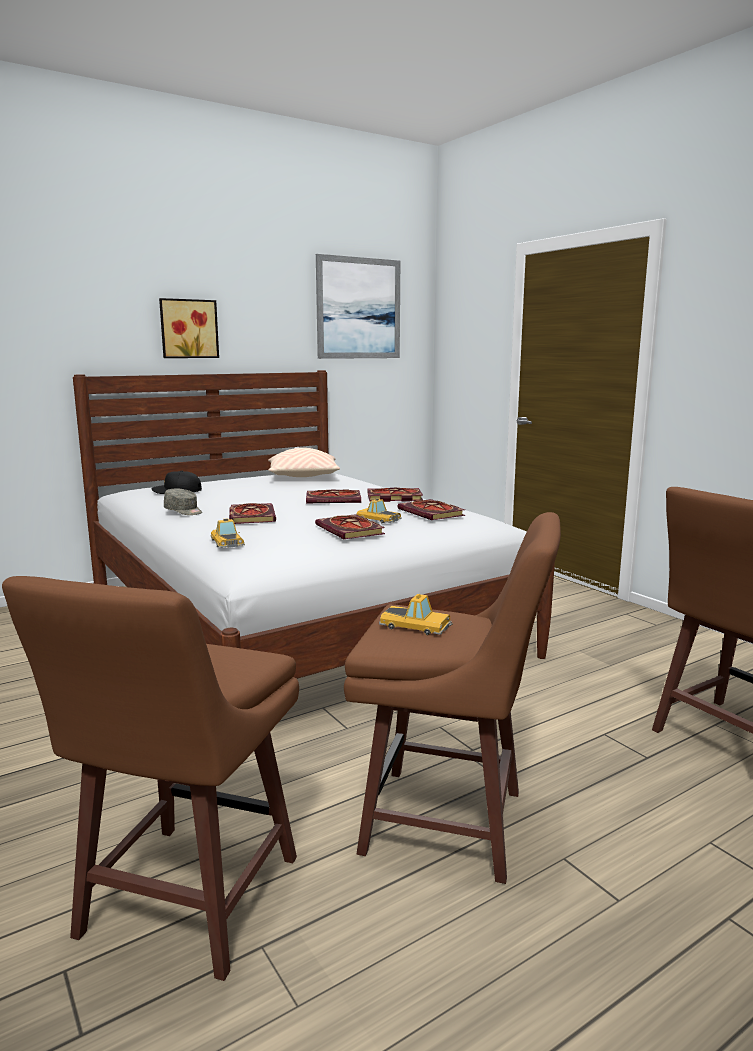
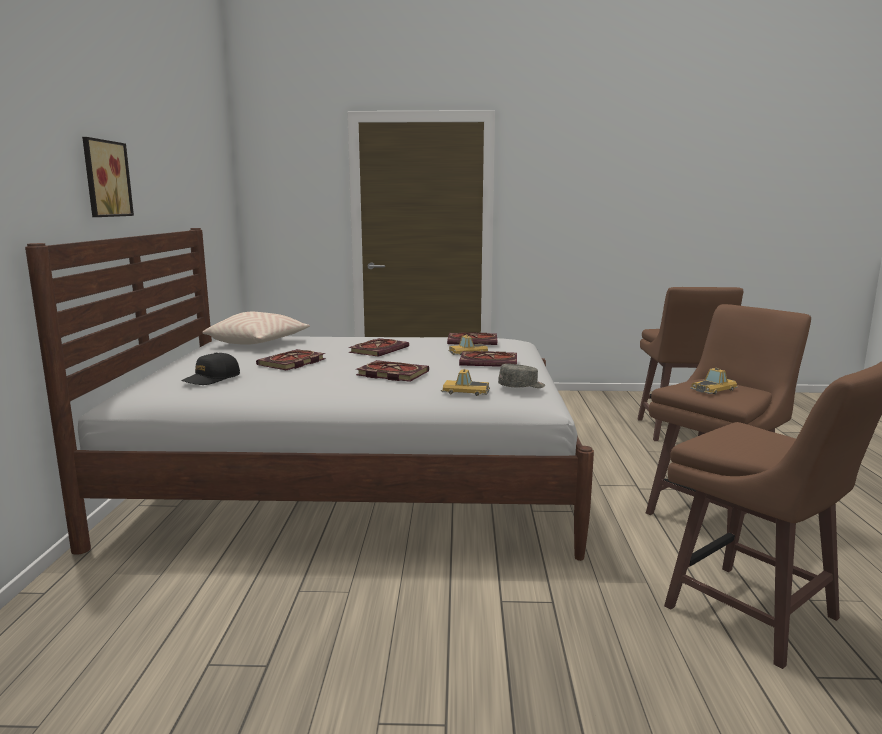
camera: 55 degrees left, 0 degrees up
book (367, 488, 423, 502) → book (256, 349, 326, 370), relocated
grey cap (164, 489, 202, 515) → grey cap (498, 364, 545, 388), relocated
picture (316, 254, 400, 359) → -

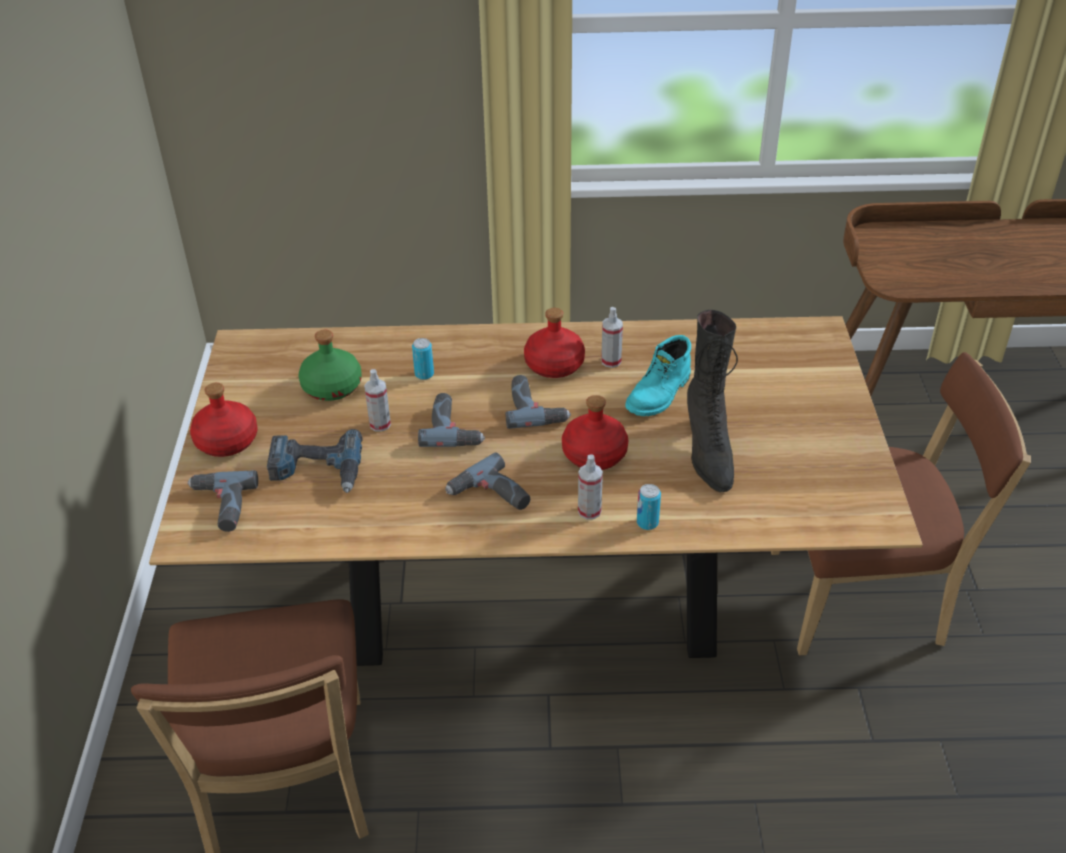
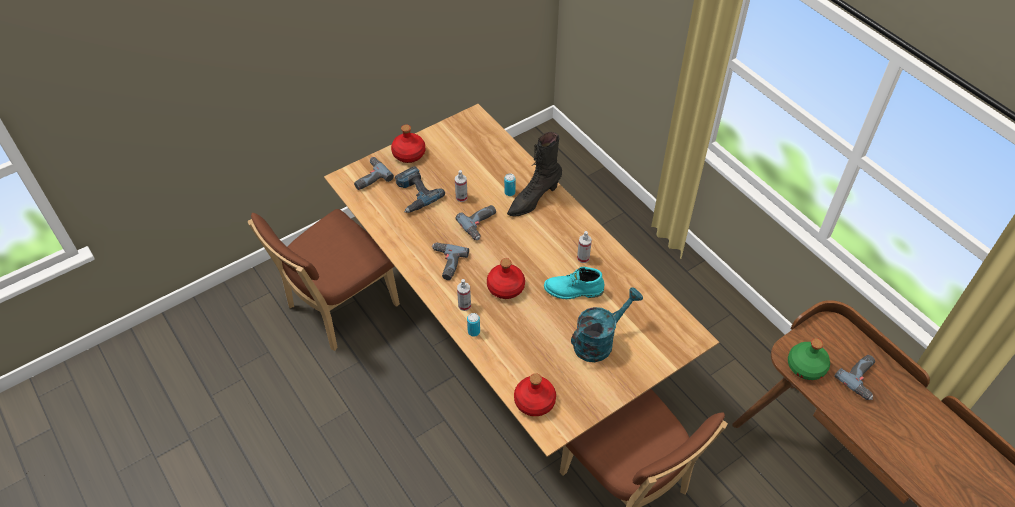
camera: 55 degrees right, 10 degrees up
black boot (687, 310, 738, 493) → black boot (507, 132, 562, 217), relocated
red bottle (524, 308, 585, 378) → red bottle (514, 373, 556, 416), relocated
- → turquoise watering can (571, 287, 643, 362)
green bottle (298, 330, 362, 401) → green bottle (788, 338, 830, 380), relocated
power drill (506, 375, 571, 429) → power drill (835, 355, 875, 400), relocated

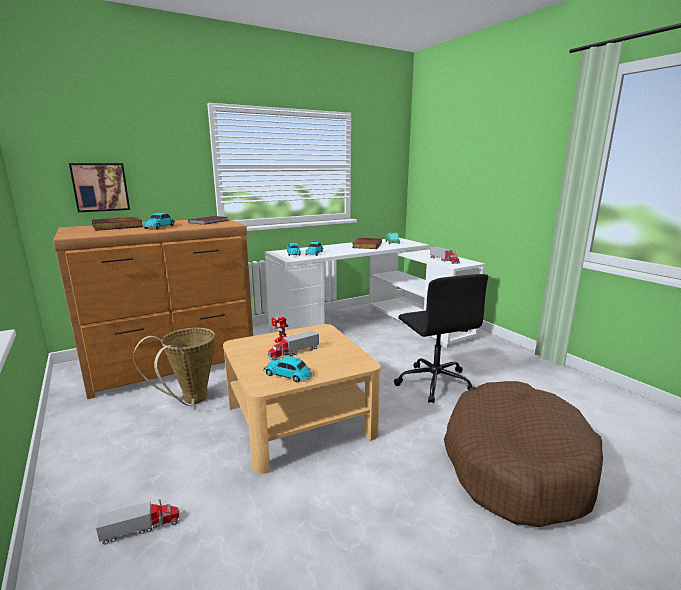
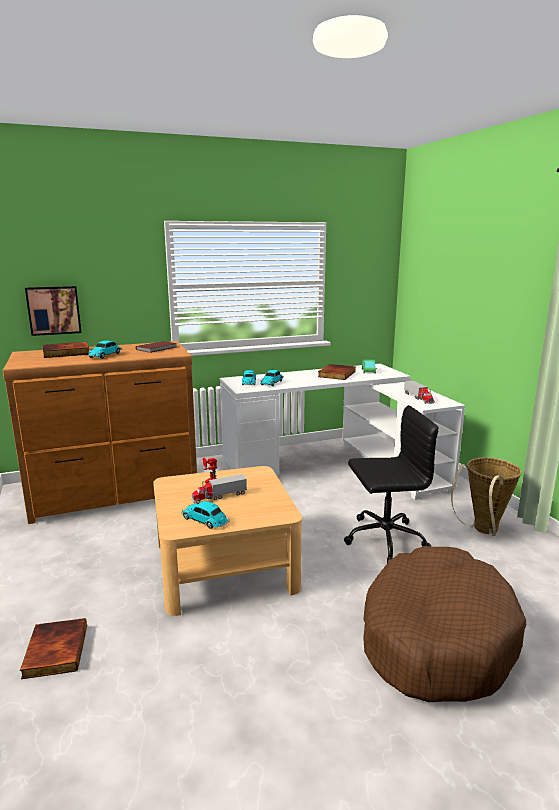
camera: 10 degrees right, 0 degrees up
toy truck (96, 499, 180, 544) → book (20, 618, 87, 679)
black office chair (394, 274, 489, 403) → black office chair (344, 405, 439, 563), 90 degrees counterclockwise
basket (133, 328, 215, 406) → basket (451, 457, 522, 536), relocated

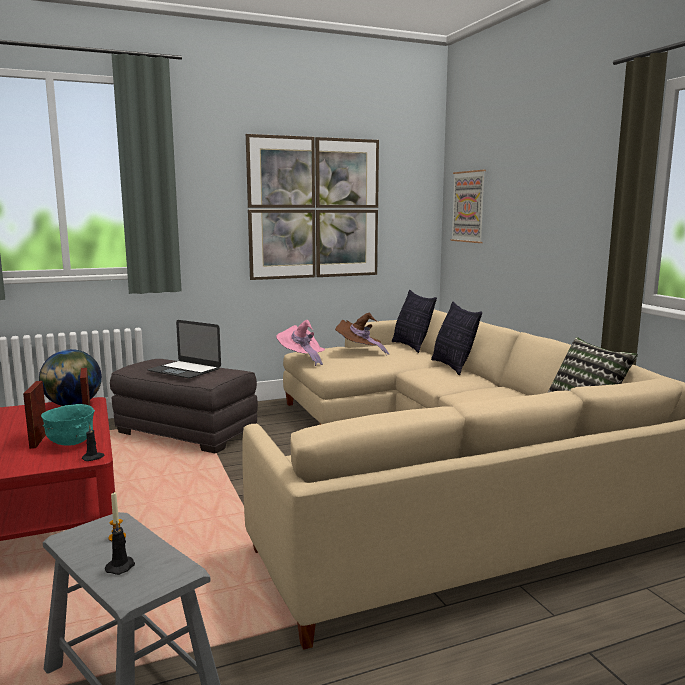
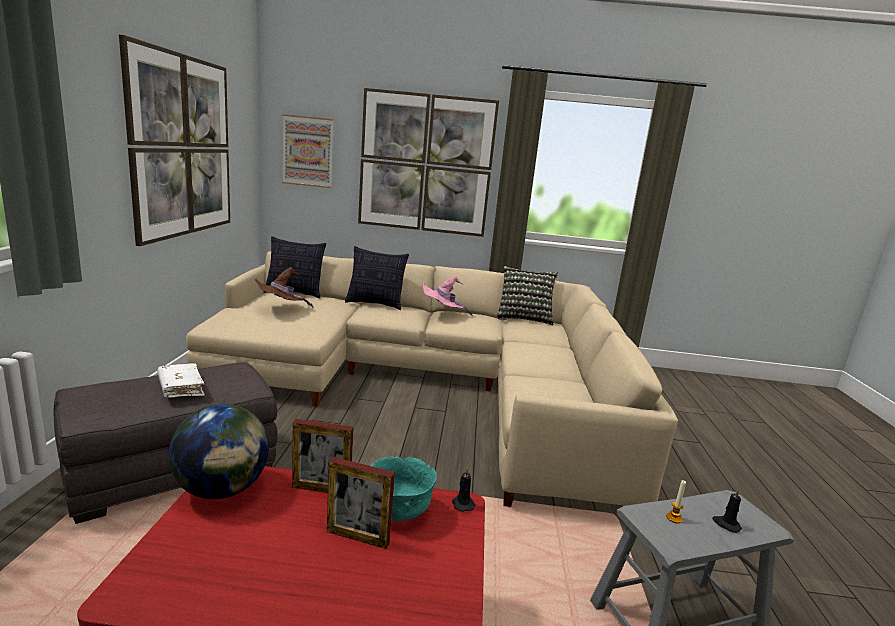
camera: 65 degrees left, 5 degrees up
laptop (147, 320, 221, 378) → white book (157, 363, 205, 397)
- → picture (358, 88, 499, 237)
pink hat (276, 320, 325, 366) → pink hat (422, 276, 473, 317), relocated

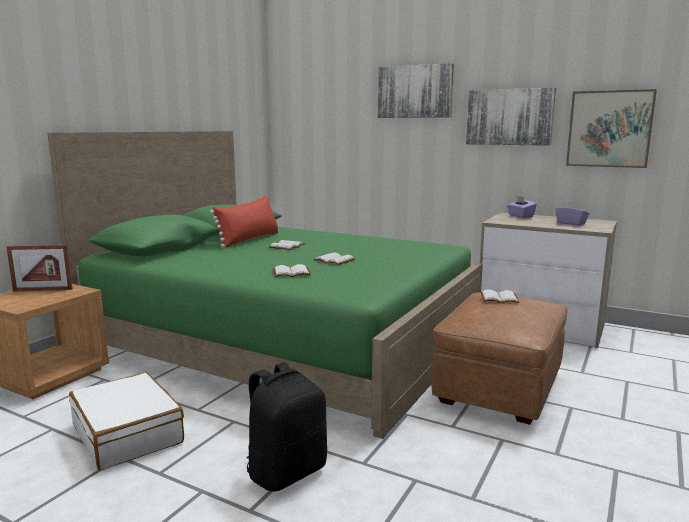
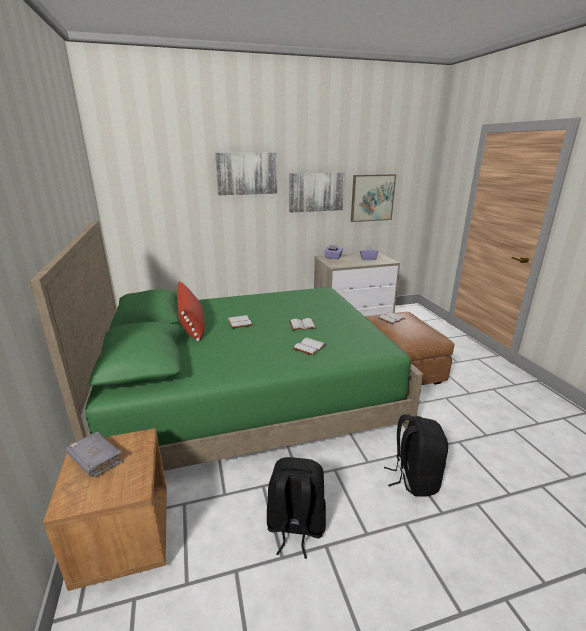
camera: 45 degrees left, 10 degrees up
picture frame (6, 245, 73, 291) → grey book (66, 432, 124, 477)
white suitcase (69, 372, 184, 470) → black backpack (267, 457, 326, 559)

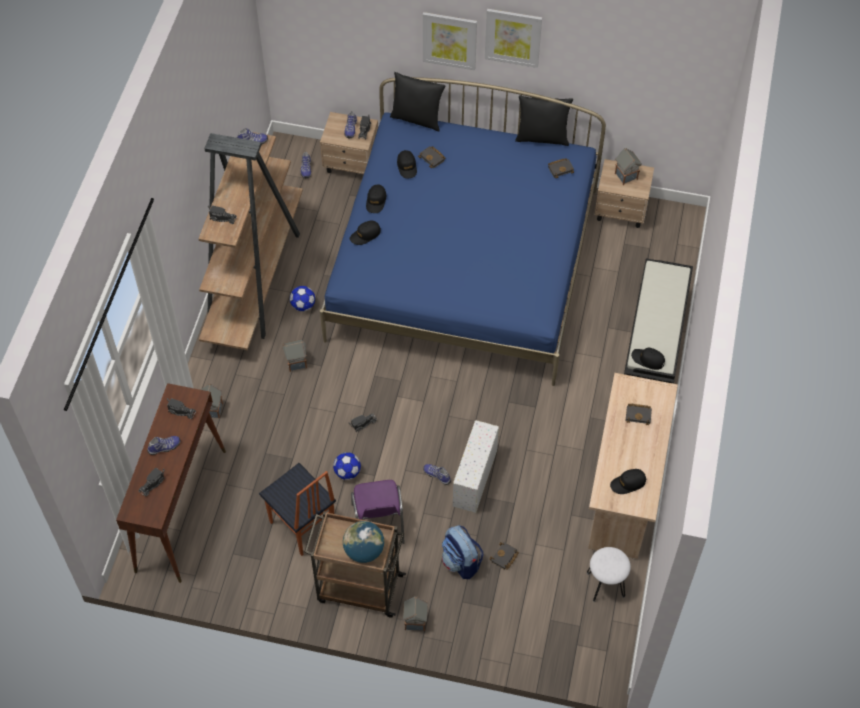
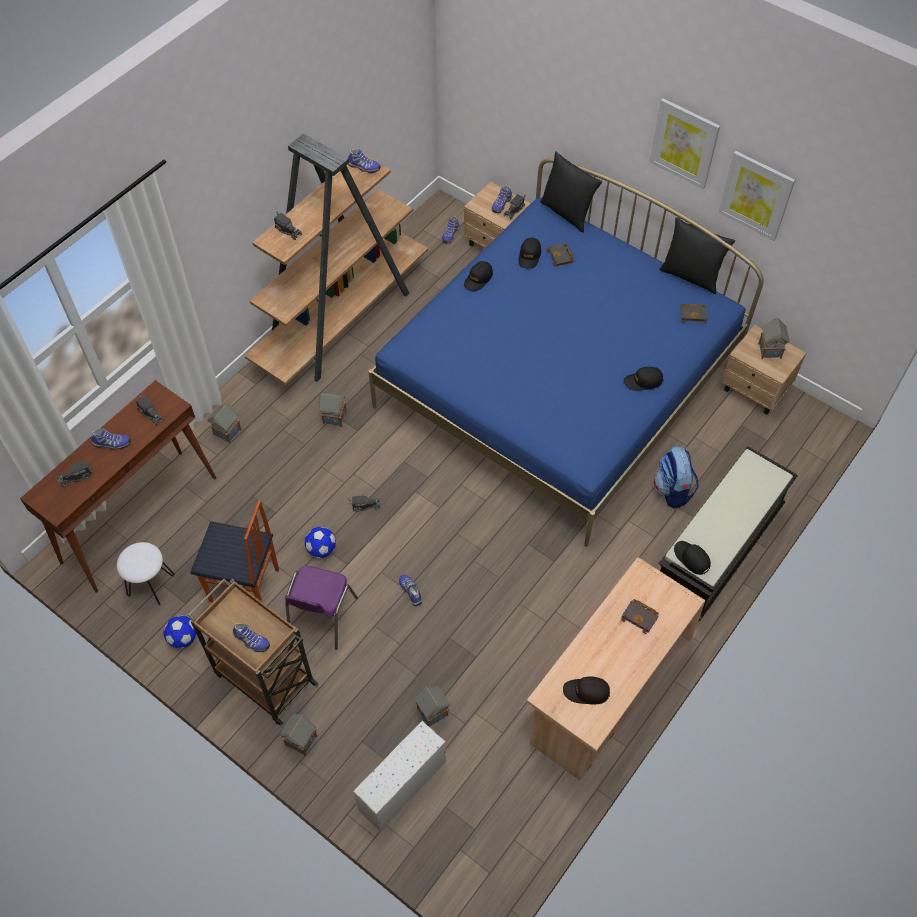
camera: 25 degrees right, 0 degrees up
white stool (587, 547, 631, 602) → white stool (117, 542, 175, 606), relocated
football (290, 286, 315, 311) → football (163, 615, 197, 648), relocated
chair (259, 463, 336, 556) → chair (190, 500, 279, 602), 60 degrees counterclockwise
globe (343, 521, 384, 563) → shoe (233, 623, 270, 652)
white storage box (453, 420, 499, 513) → white storage box (353, 721, 446, 831), relocated
black book (489, 542, 519, 570) → toy house (415, 685, 450, 727)
black cap (350, 220, 381, 245) → black cap (624, 367, 664, 391), relocated
backpack (442, 525, 483, 579) → backpack (654, 446, 699, 509), relocated
picture (423, 12, 477, 70) → picture (718, 151, 795, 241), relocated

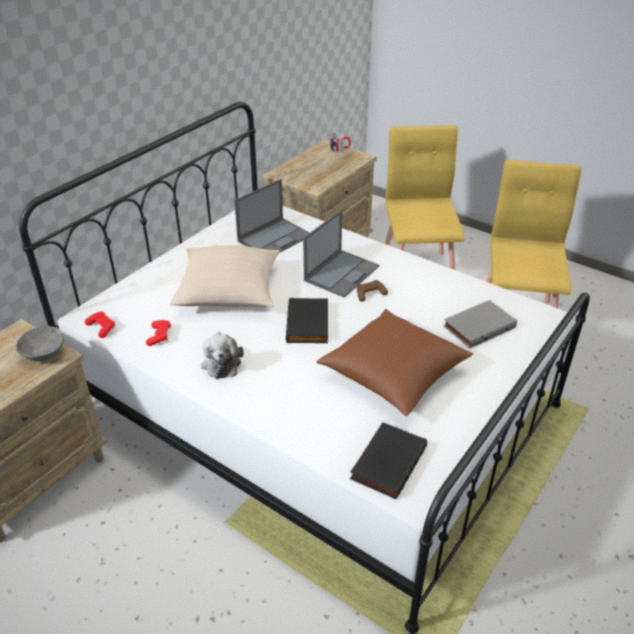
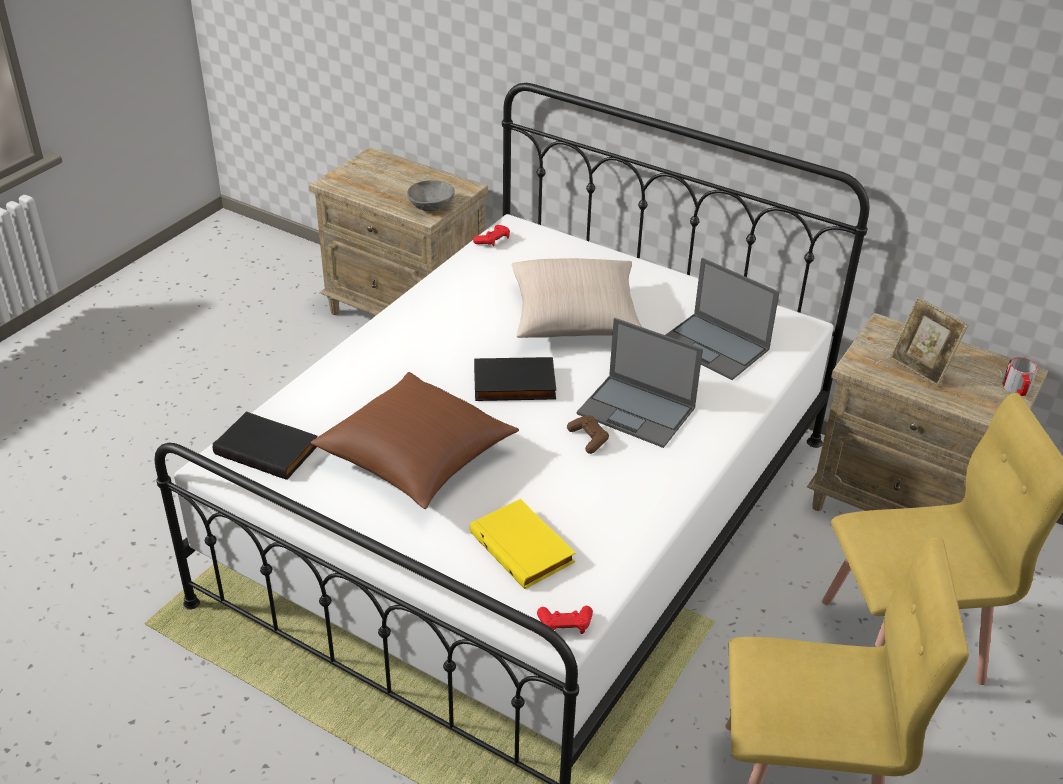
camera: 85 degrees right, 0 degrees up
grey book (443, 300, 517, 348) → yellow book (470, 499, 576, 589)
red game controller (146, 320, 171, 346) → red game controller (537, 606, 593, 634), relocated
- → picture frame (890, 297, 968, 387)
plush toy (201, 332, 244, 379) → -

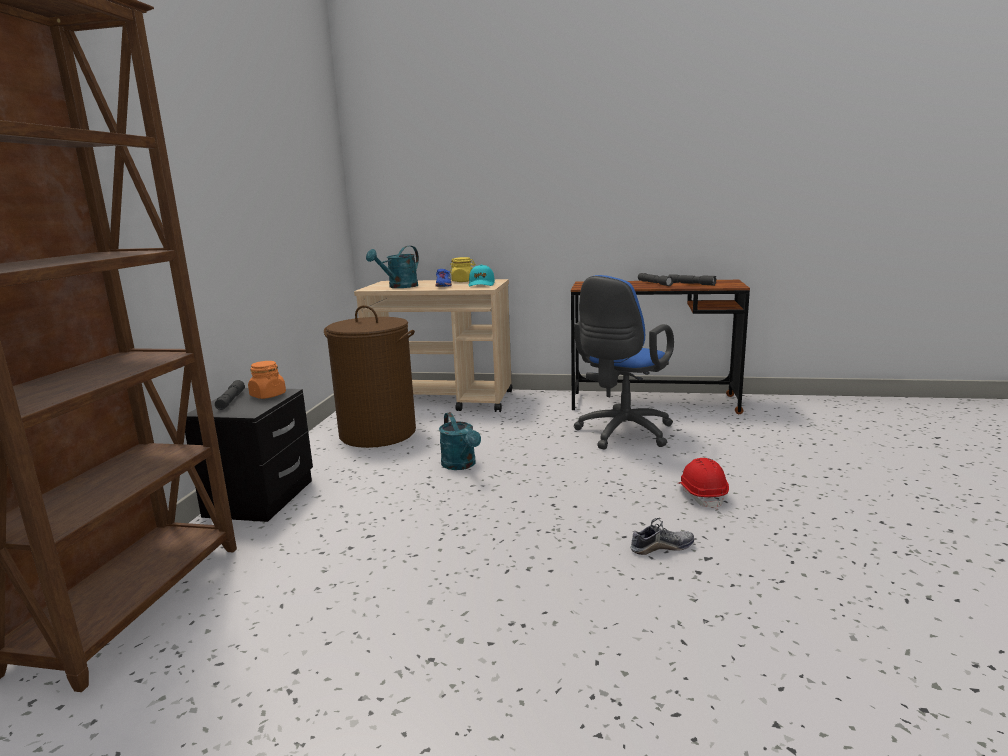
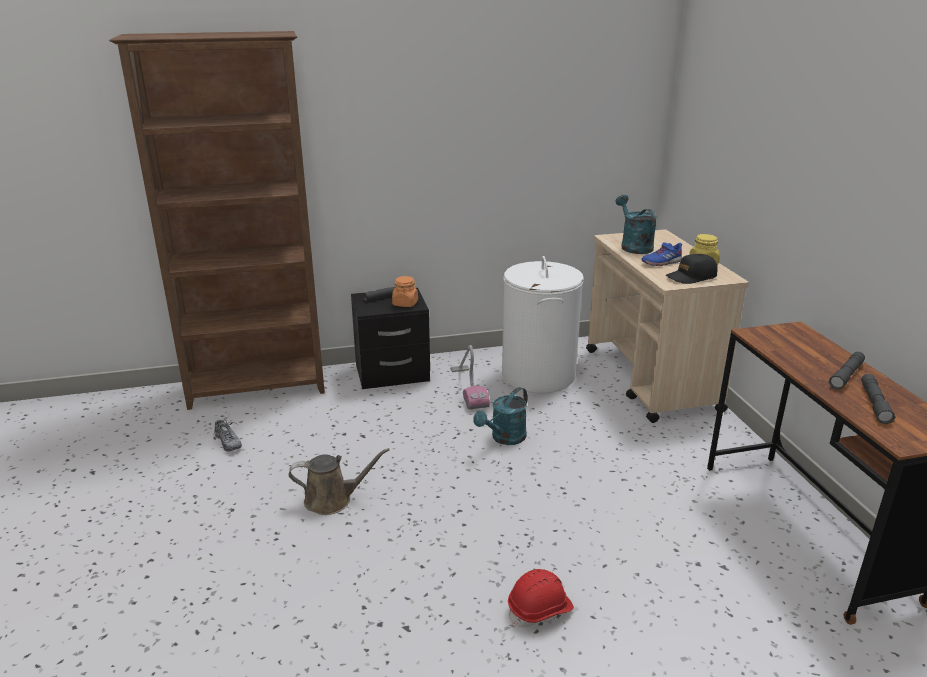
camera: 65 degrees right, 10 degrees up
shoe (630, 518, 694, 555) → shoe (214, 420, 242, 451), relocated
- → brown watering can (289, 448, 389, 515)
- → vacuum cleaner (450, 345, 490, 409)
brown laundry basket (324, 305, 416, 448) → white laundry basket (502, 256, 584, 393)
turquoise watering can (366, 246, 419, 288) → turquoise watering can (616, 195, 657, 254), 60 degrees clockwise
turquoise cap (469, 264, 495, 287) → black cap (666, 254, 718, 284)
blue office chair (574, 275, 674, 450) → -

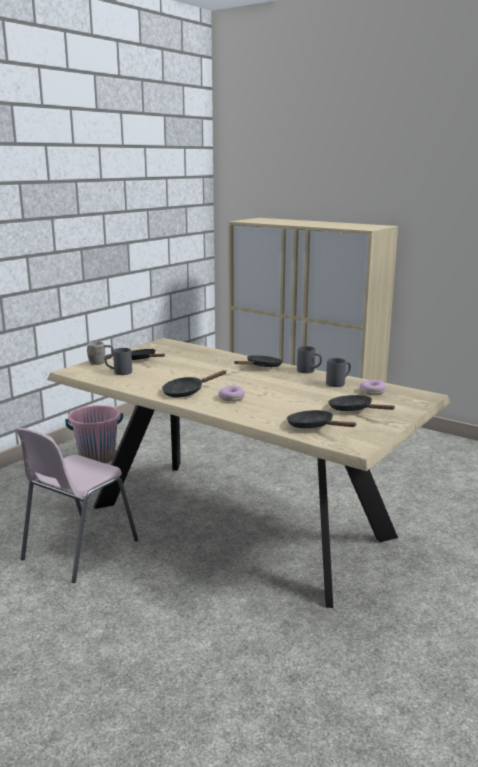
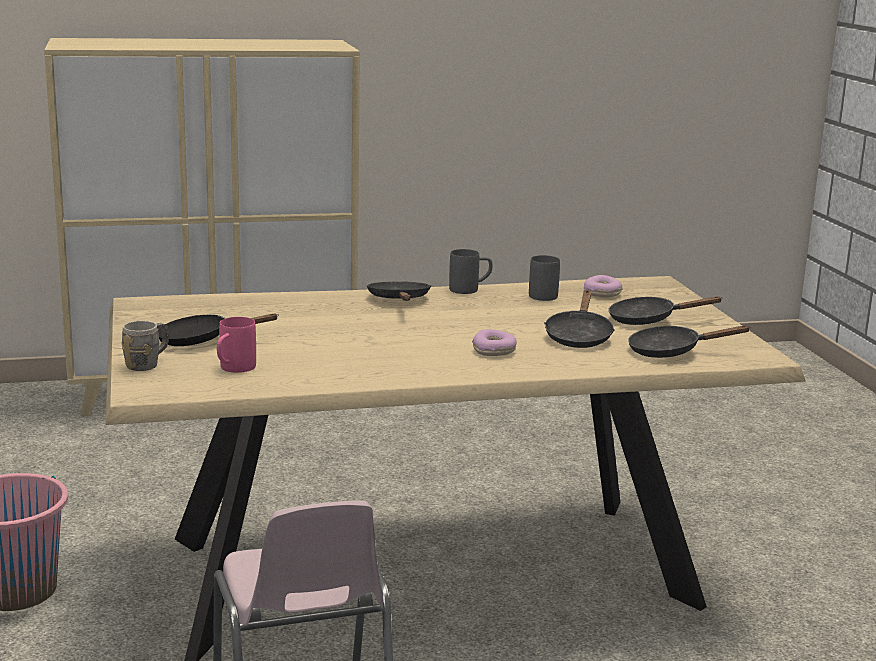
camera: 50 degrees left, 0 degrees up
grey mug (105, 348, 132, 375) → pink mug (217, 317, 256, 373)
black frying pan (162, 370, 227, 398) → black frying pan (544, 290, 615, 348), relocated

